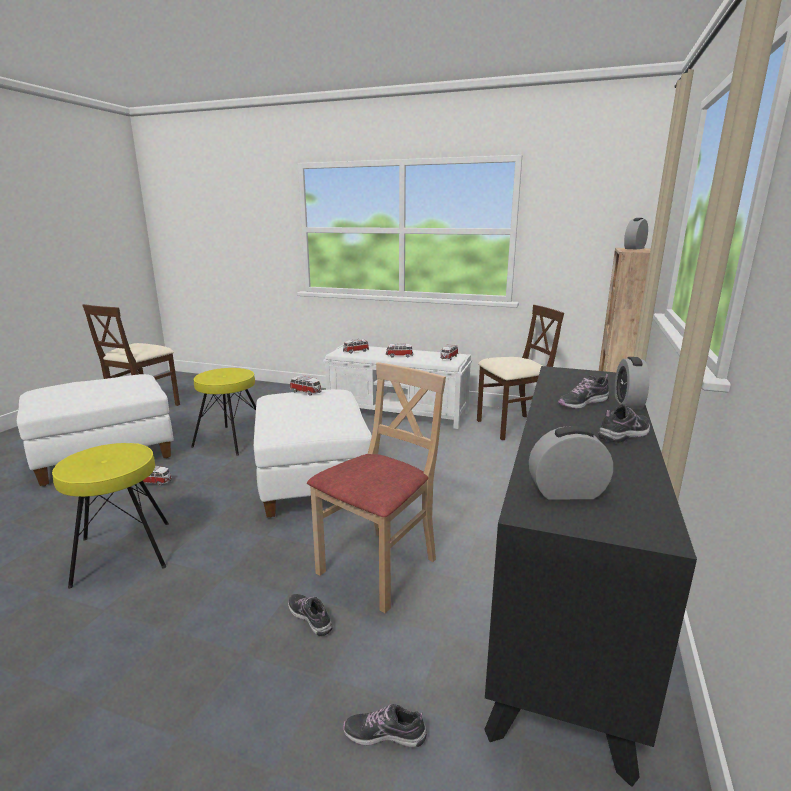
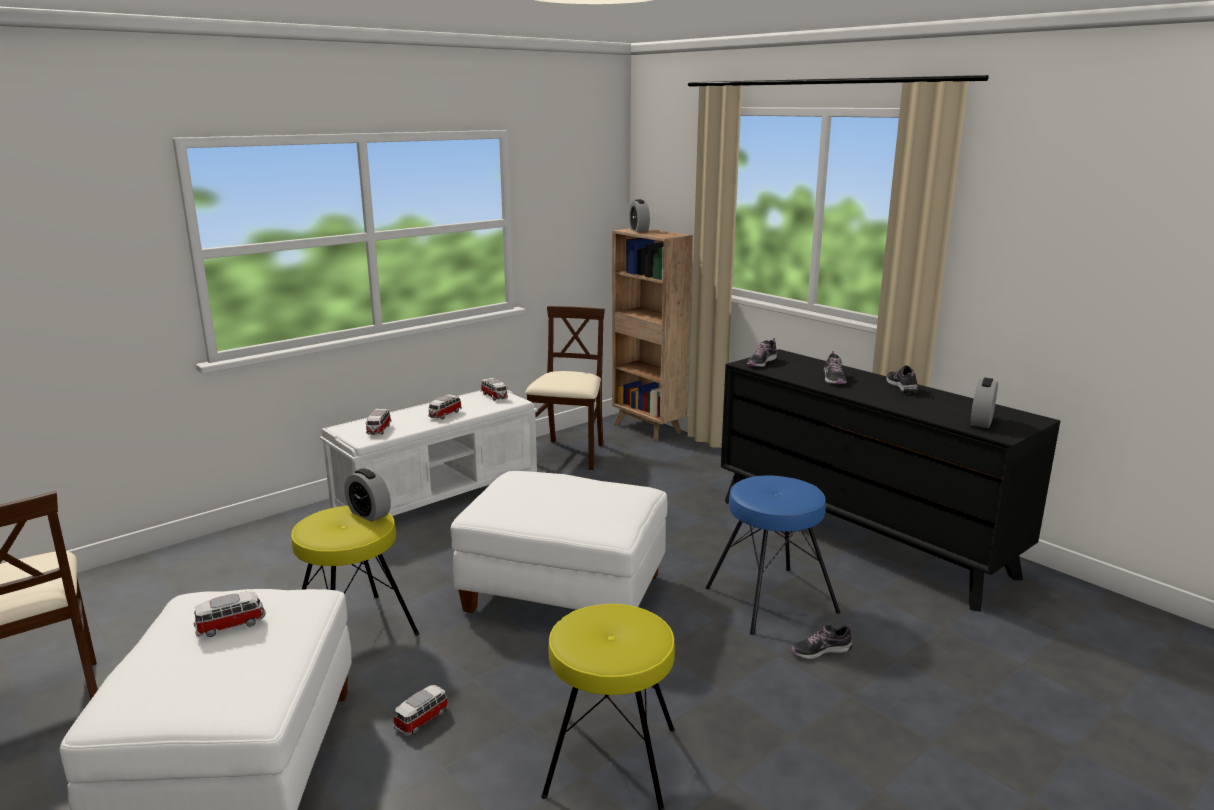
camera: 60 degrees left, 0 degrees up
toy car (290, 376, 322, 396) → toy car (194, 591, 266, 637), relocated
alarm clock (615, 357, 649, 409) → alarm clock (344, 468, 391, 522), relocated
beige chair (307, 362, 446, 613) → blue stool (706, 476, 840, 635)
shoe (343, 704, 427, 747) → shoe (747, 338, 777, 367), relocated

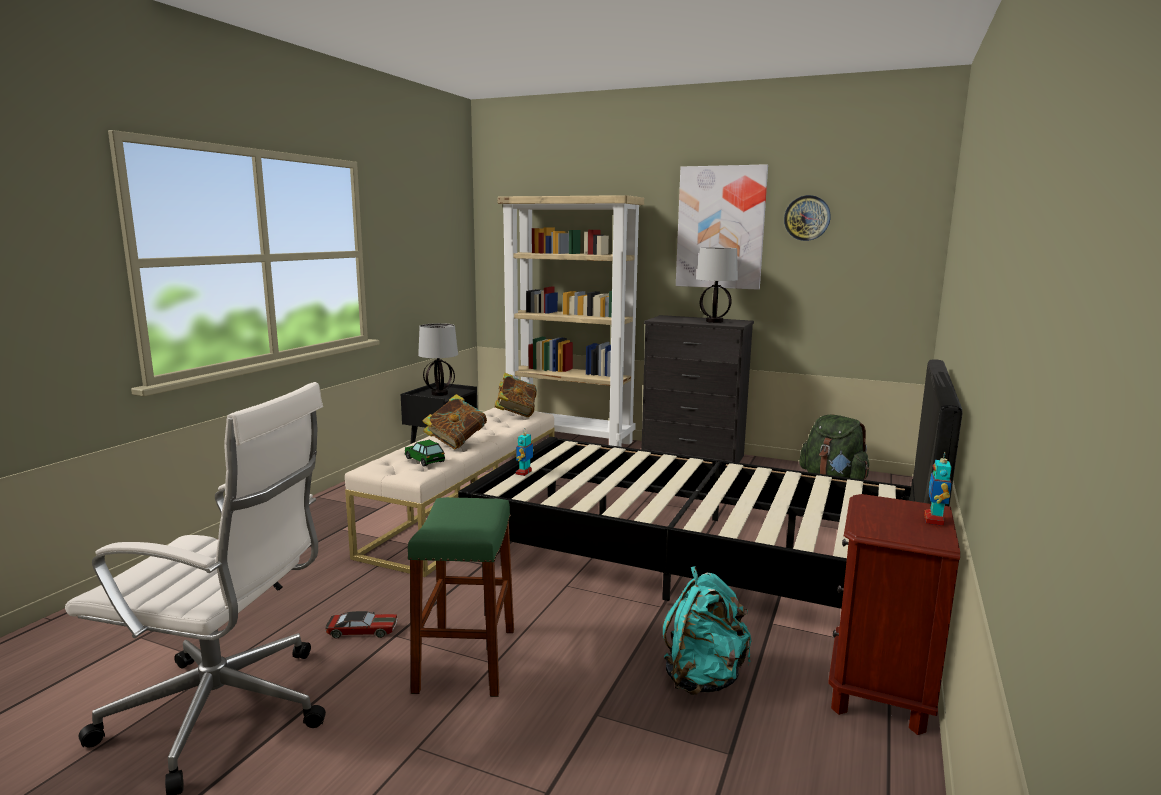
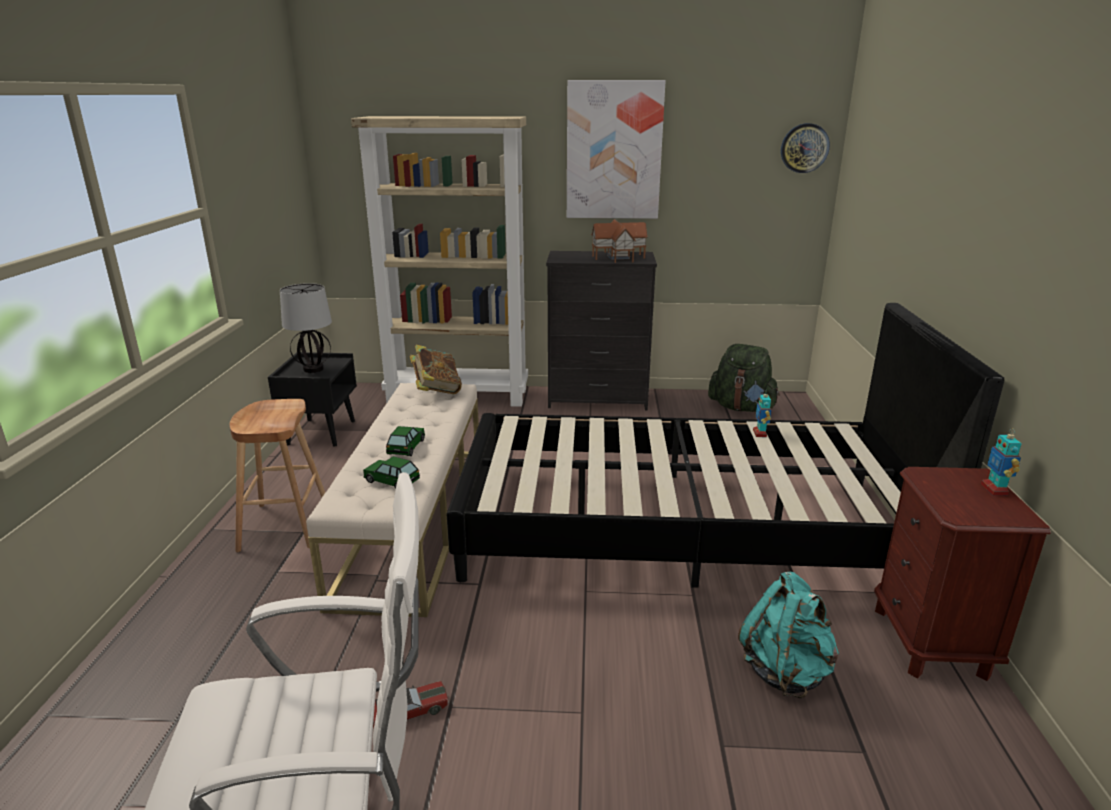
camera: 20 degrees left, 10 degrees up
- → brown stool (230, 399, 325, 552)
book (423, 394, 487, 450) → toy car (386, 426, 425, 456)
table lamp (696, 247, 738, 323) → toy house (591, 219, 648, 263)
toy robot (516, 429, 534, 476) → toy robot (753, 391, 771, 437), relocated
wall clock (784, 195, 831, 241) → wall clock (781, 123, 830, 173), relocated
green stool (407, 497, 514, 697) → -

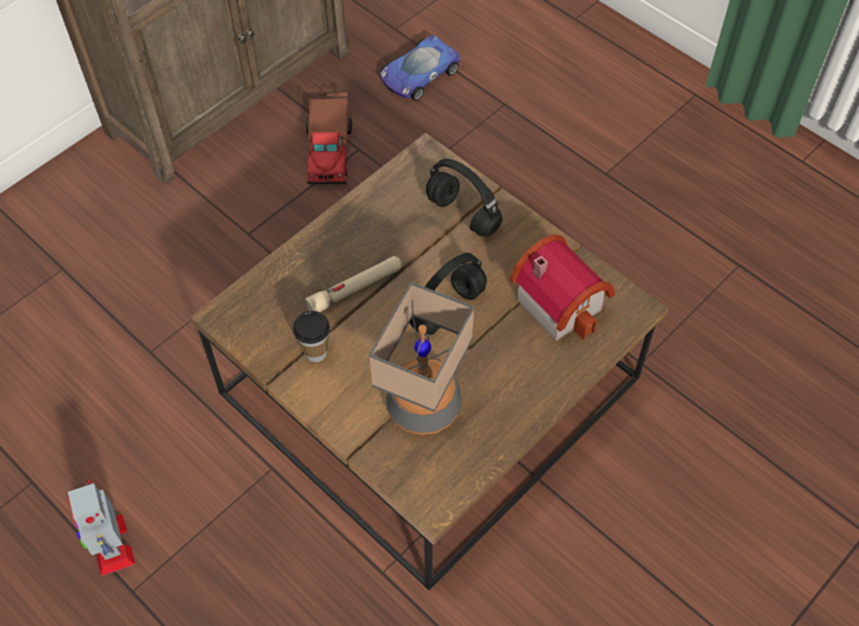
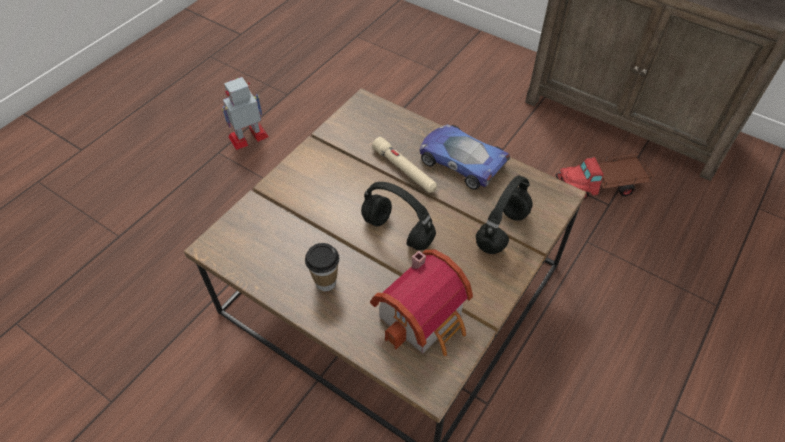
camera: 80 degrees right, 5 degrees down
cup (293, 311, 330, 363) → cup (305, 243, 339, 291), relocated
toy car (380, 35, 461, 101) → toy car (420, 124, 510, 190), relocated
table lamp (369, 282, 474, 435) → -

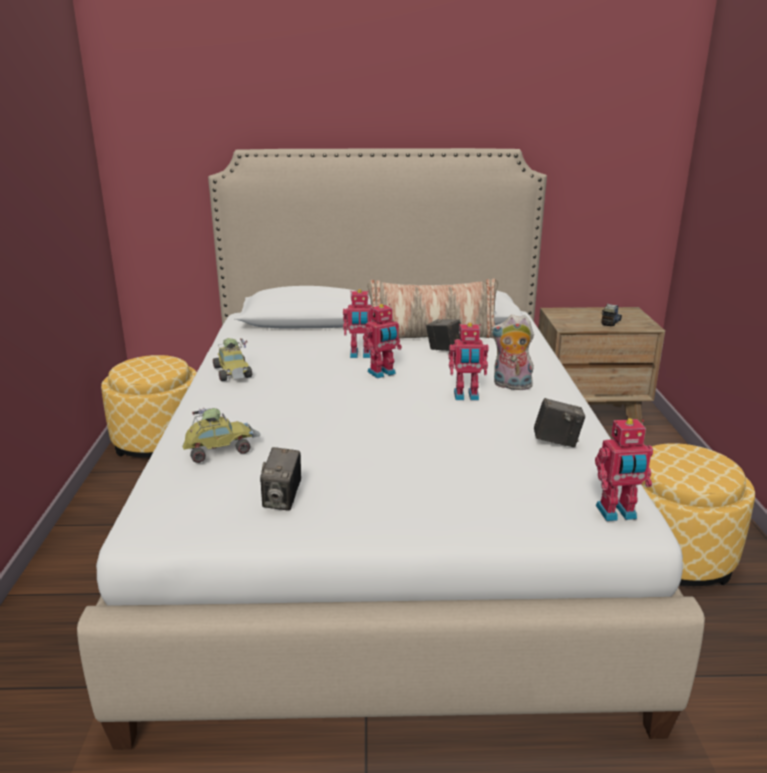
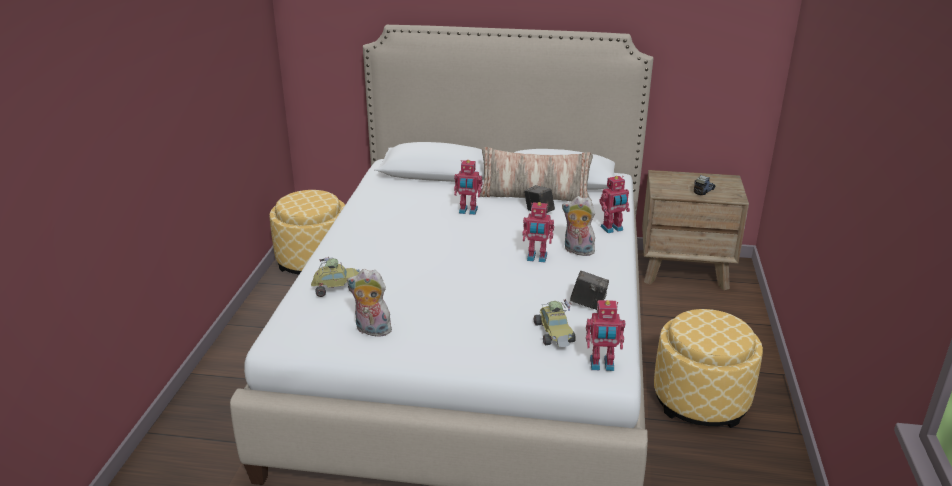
camera: 10 degrees right, 5 degrees up
photo camera (260, 447, 301, 511) → plush toy (347, 269, 392, 337)
toy car (213, 338, 252, 381) → toy car (533, 299, 576, 347), relocated
toy robot (363, 304, 402, 378) → toy robot (599, 176, 630, 233), relocated

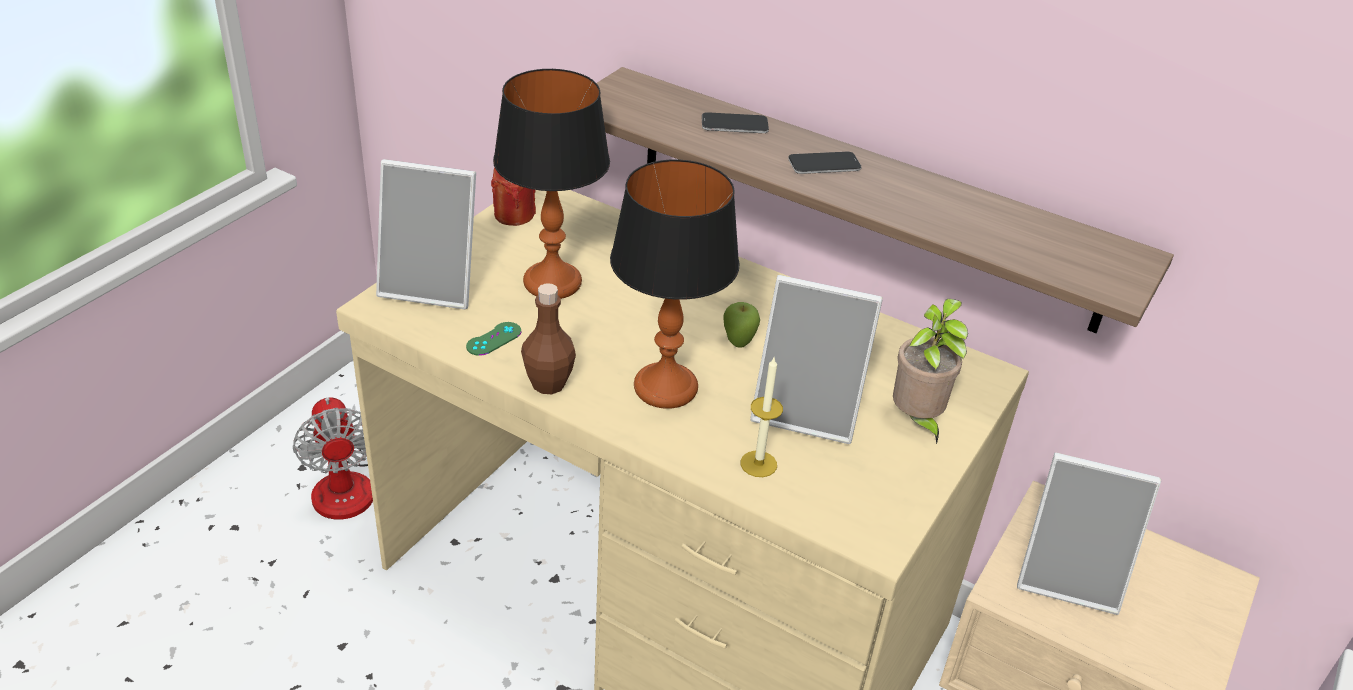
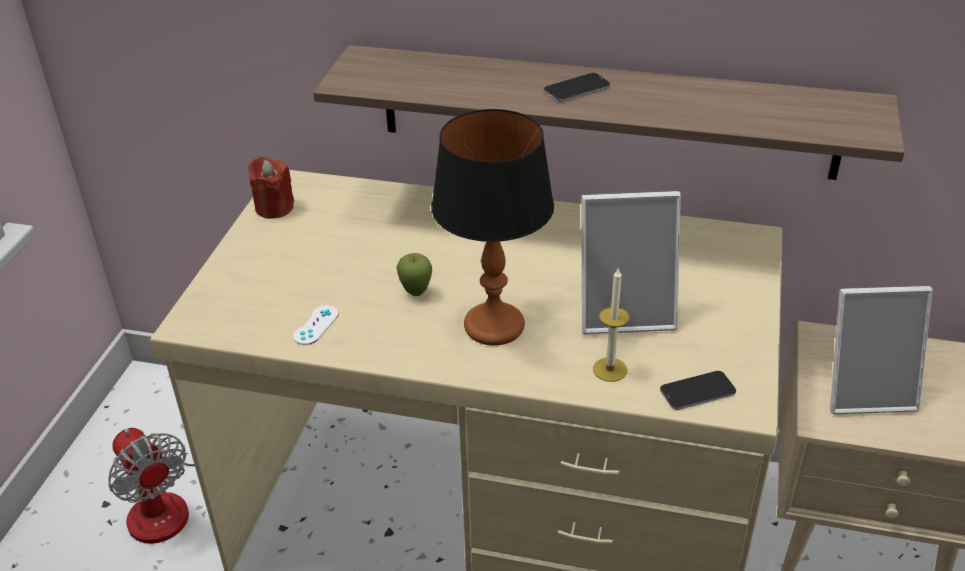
camera: 15 degrees left, 0 degrees up
green game controller (466, 322, 522, 356) → white game controller (293, 305, 339, 345)
apple (723, 302, 760, 347) → apple (396, 253, 432, 296), relocated
phone (702, 112, 769, 133) → phone (660, 371, 736, 410), relocated
picture frame (376, 159, 476, 309) → -
table lamp (493, 69, 610, 299) → -
brown bottle (521, 283, 576, 394) → -
potted plant (893, 299, 968, 445) → -

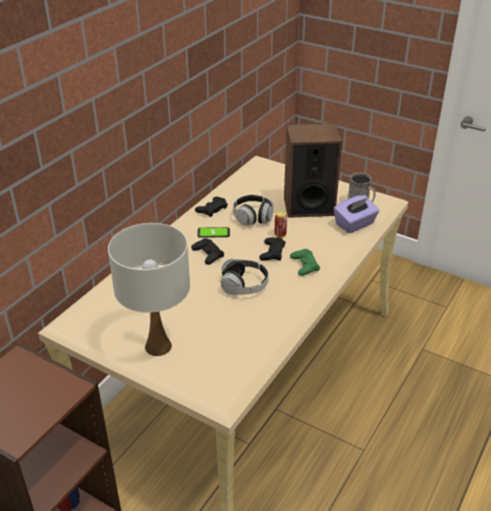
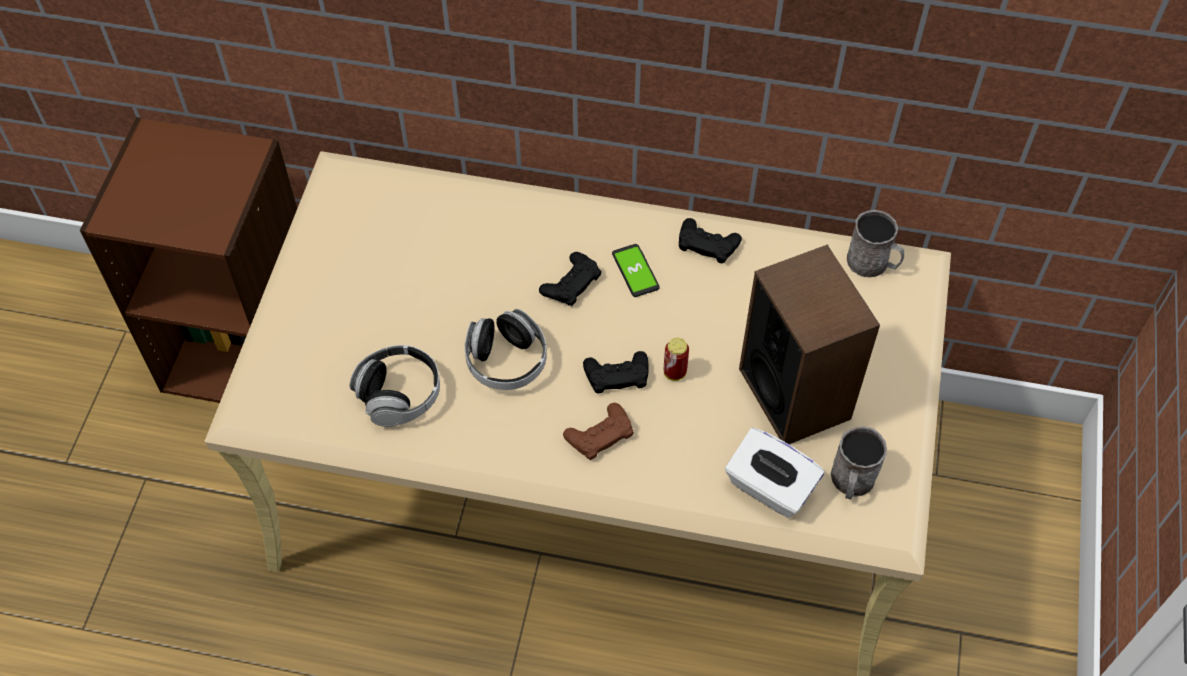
camera: 70 degrees right, 20 degrees up
headphones (233, 195, 273, 226) → headphones (350, 345, 440, 427), relocated
green game controller (290, 249, 320, 276) → brown game controller (563, 403, 634, 460)
purple tissue box (334, 195, 379, 233) → white tissue box (725, 428, 824, 518)
- → grey mug (847, 210, 905, 278)
white table lamp (108, 223, 190, 356) → -

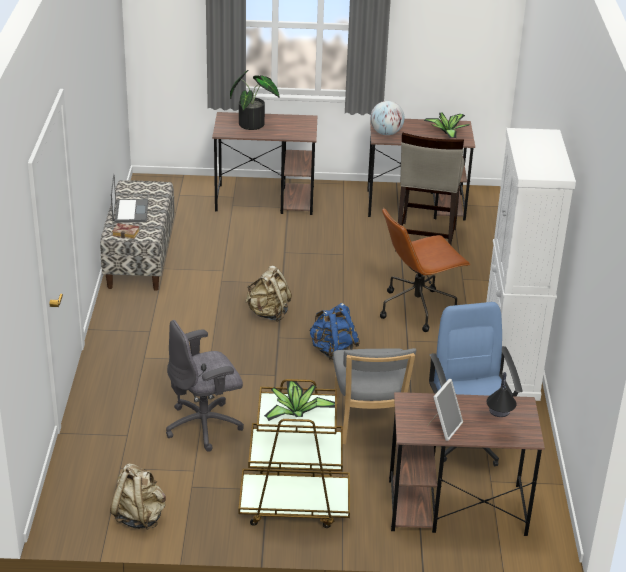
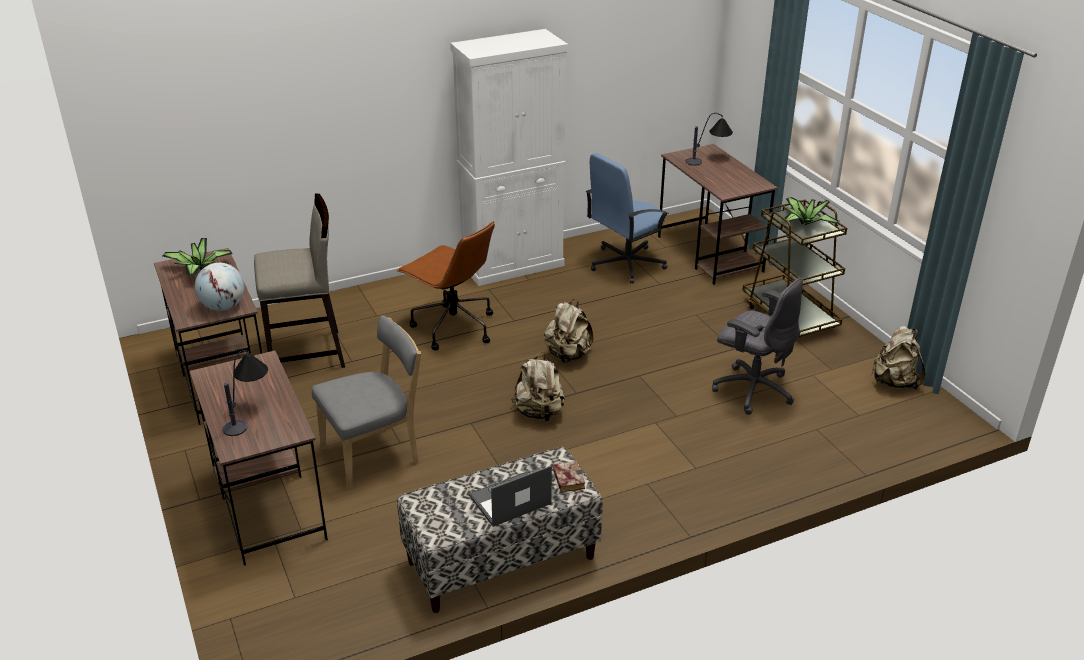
camera: 115 degrees left, 0 degrees up
potted plant (230, 70, 280, 130) → table lamp (222, 350, 268, 436)
grey chair (333, 348, 416, 444) → grey chair (312, 315, 421, 489), relocated
blue backpack (309, 303, 360, 360) → beige backpack (544, 299, 593, 363)
picture frame (427, 379, 463, 441) → -

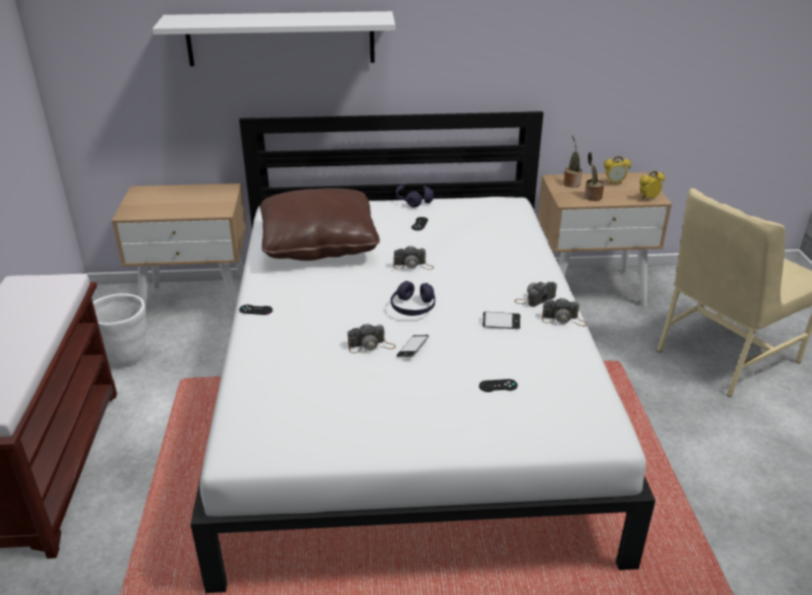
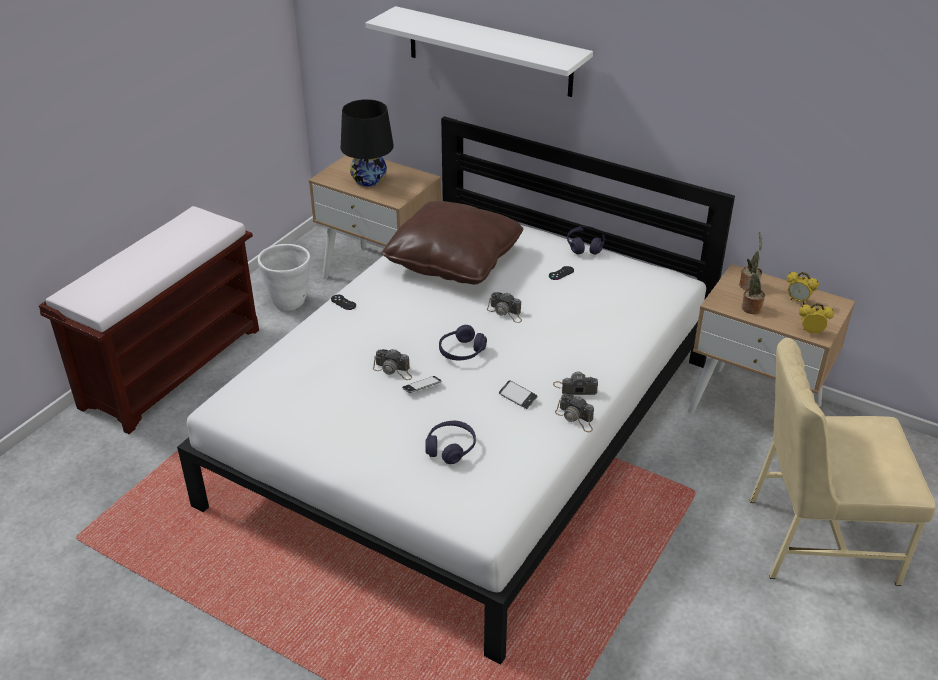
camera: 35 degrees right, 5 degrees up
- → black table lamp (341, 99, 394, 187)
black game controller (479, 379, 518, 392) → purple headphones (425, 421, 476, 464)

